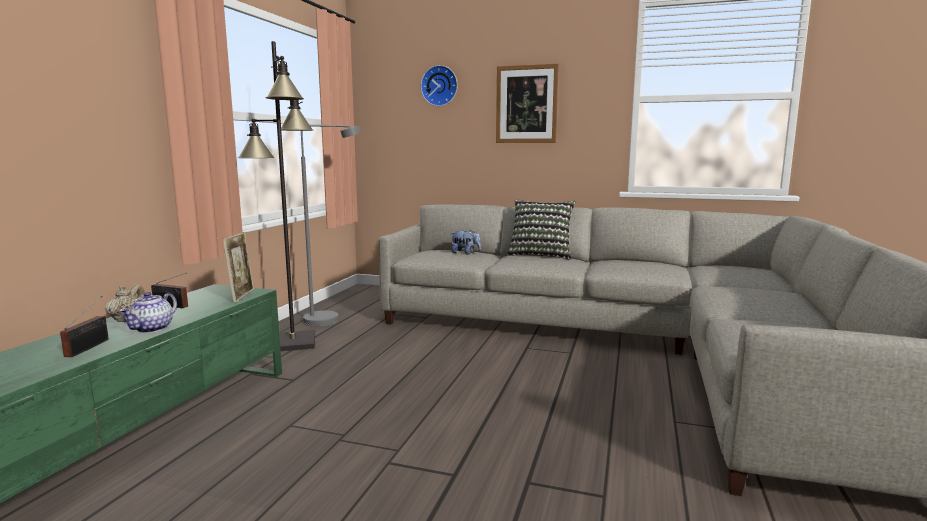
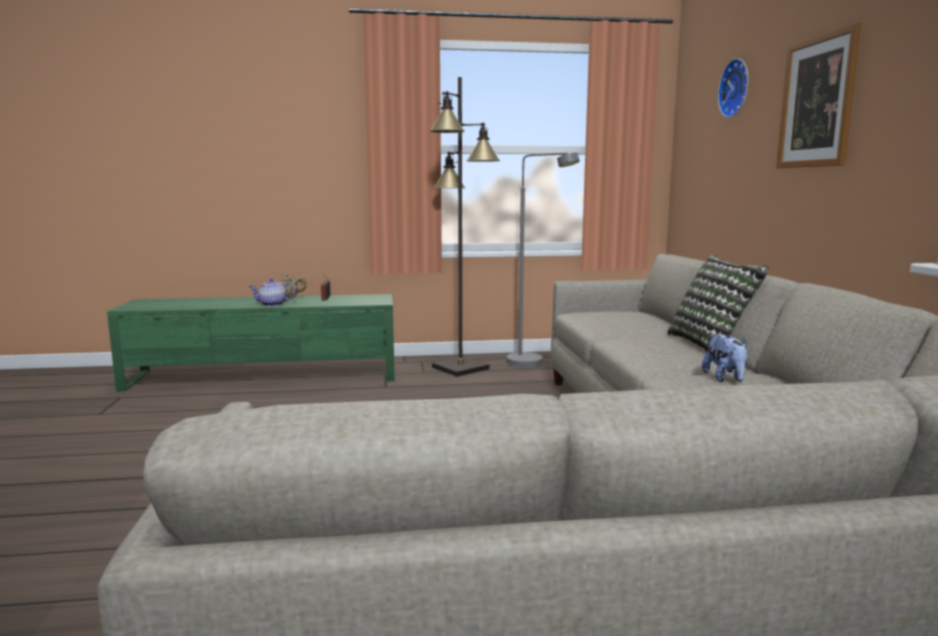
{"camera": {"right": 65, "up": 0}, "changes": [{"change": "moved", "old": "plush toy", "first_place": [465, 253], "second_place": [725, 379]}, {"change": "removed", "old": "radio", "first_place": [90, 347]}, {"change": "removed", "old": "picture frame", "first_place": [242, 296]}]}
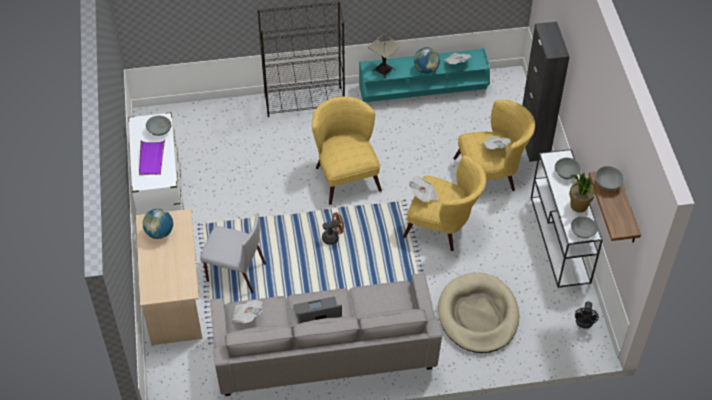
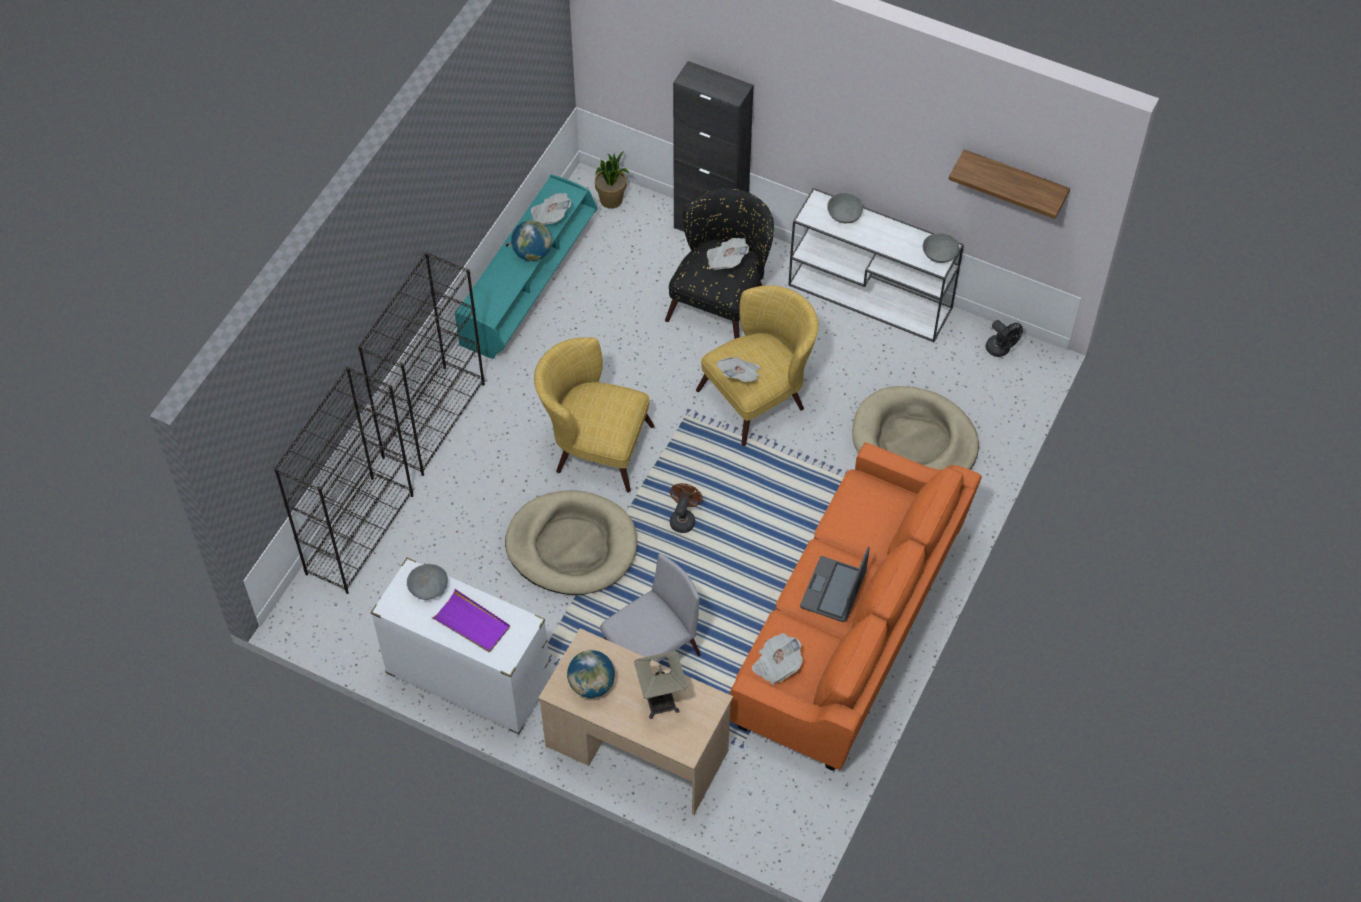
{"camera": {"right": -55, "up": 5}, "changes": [{"change": "added", "new": "bookcase in black", "second_place": [360, 533]}, {"change": "added", "new": "dog bed in beige", "second_place": [572, 546]}, {"change": "moved", "old": "potted plant", "first_place": [578, 206], "second_place": [611, 200]}, {"change": "moved", "old": "table lamp", "first_place": [383, 69], "second_place": [660, 702]}, {"change": "recoloured", "old": "armchair in yellow", "new": "armchair in black", "first_place": [491, 174], "second_place": [722, 299]}, {"change": "recoloured", "old": "sofa in grey", "new": "sofa in orange", "first_place": [324, 353], "second_place": [849, 629]}, {"change": "removed", "old": "bowl in grey", "first_place": [607, 183]}]}
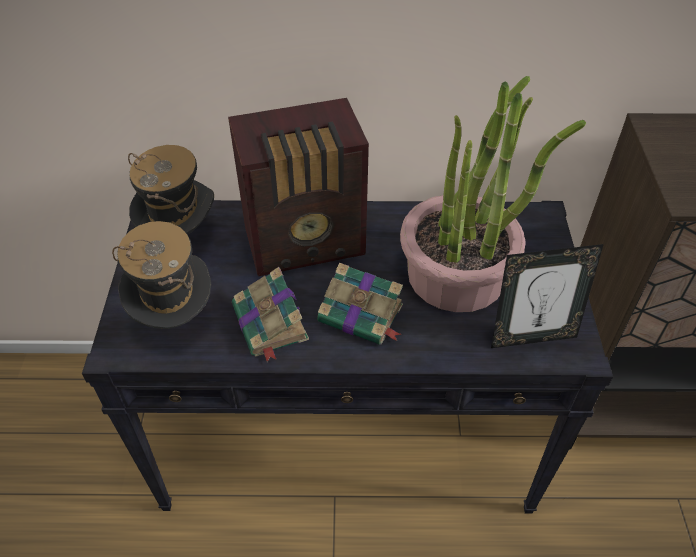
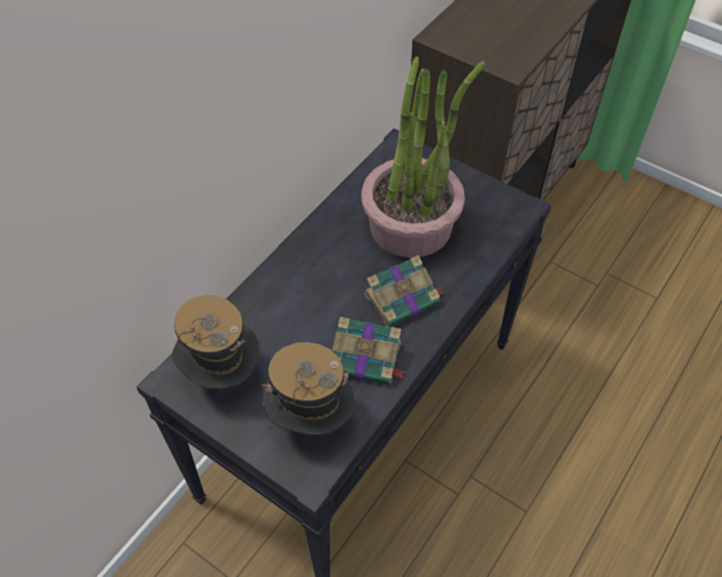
{"camera": {"right": -55, "up": 5}, "changes": [{"change": "removed", "old": "radio", "first_place": [307, 243]}, {"change": "removed", "old": "picture frame", "first_place": [531, 336]}]}
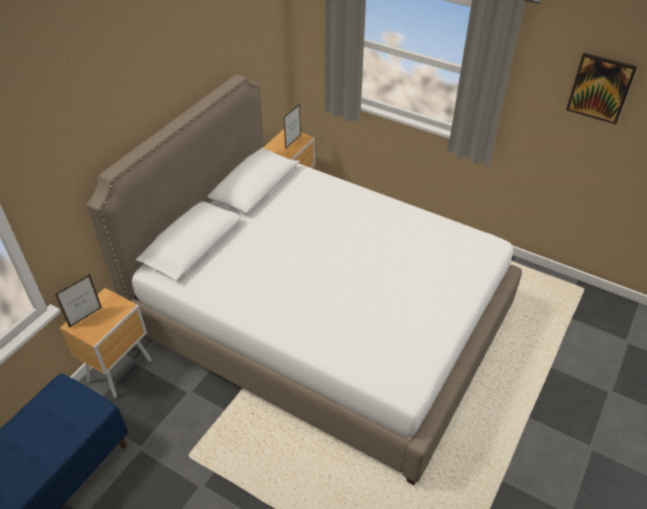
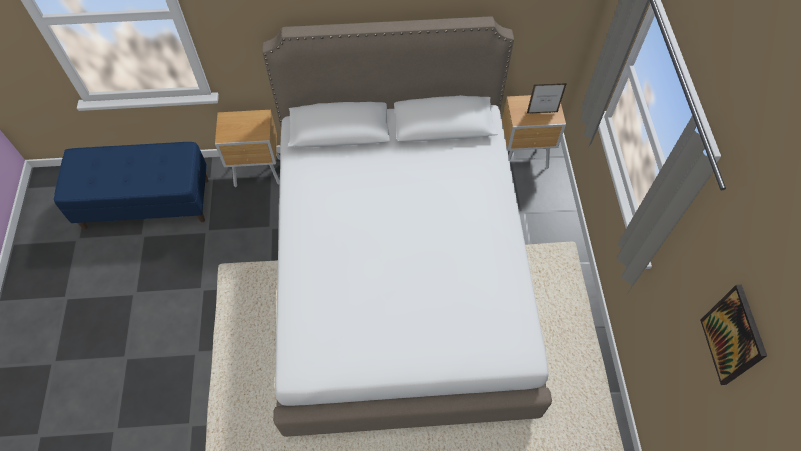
{"camera": {"right": 55, "up": 15}, "changes": [{"change": "removed", "old": "picture frame", "first_place": [85, 317]}]}
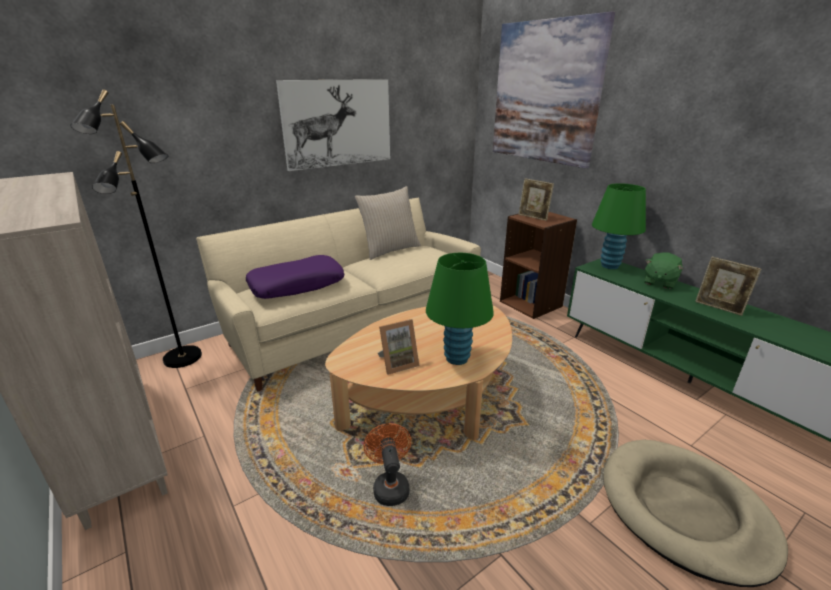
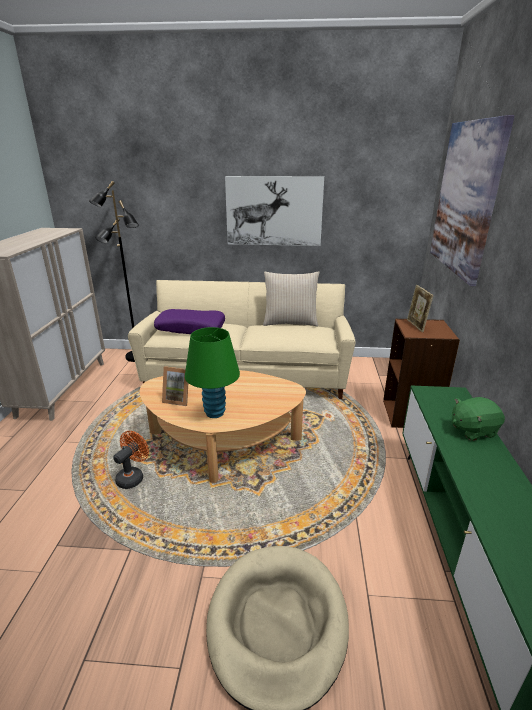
{"camera": {"right": 40, "up": 0}, "changes": [{"change": "removed", "old": "table lamp in green", "first_place": [609, 266]}, {"change": "removed", "old": "picture frame", "first_place": [719, 308]}]}
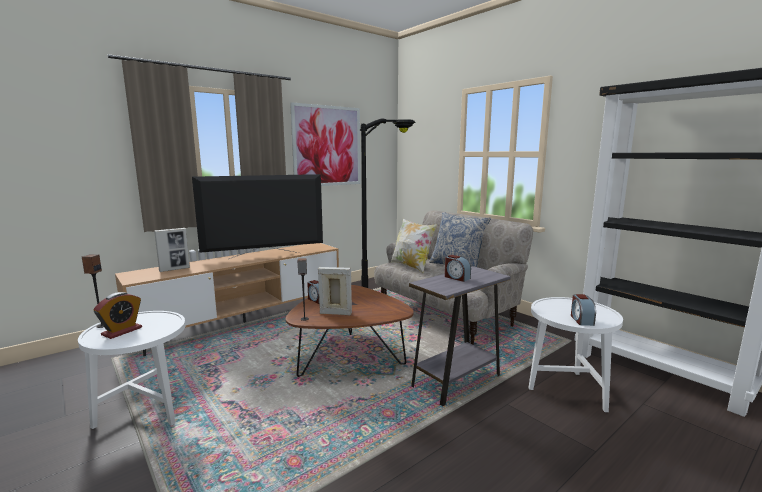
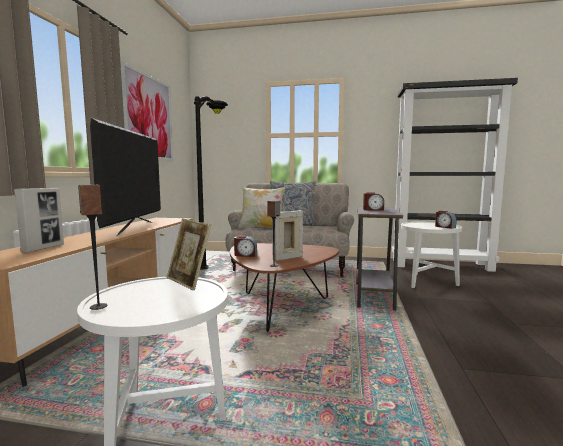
{"camera": {"right": -40, "up": -5}, "changes": [{"change": "turned", "old": "television", "first_place": [265, 256], "second_place": [135, 228], "degrees": 150}, {"change": "added", "new": "picture frame", "second_place": [189, 282]}, {"change": "removed", "old": "alarm clock", "first_place": [122, 331]}]}
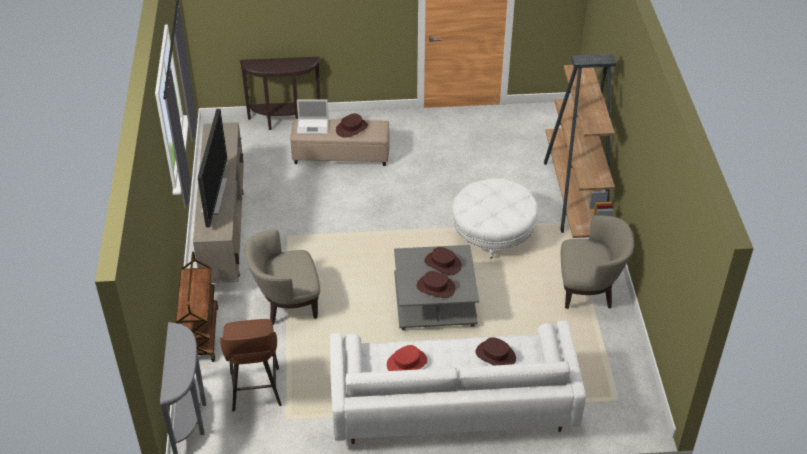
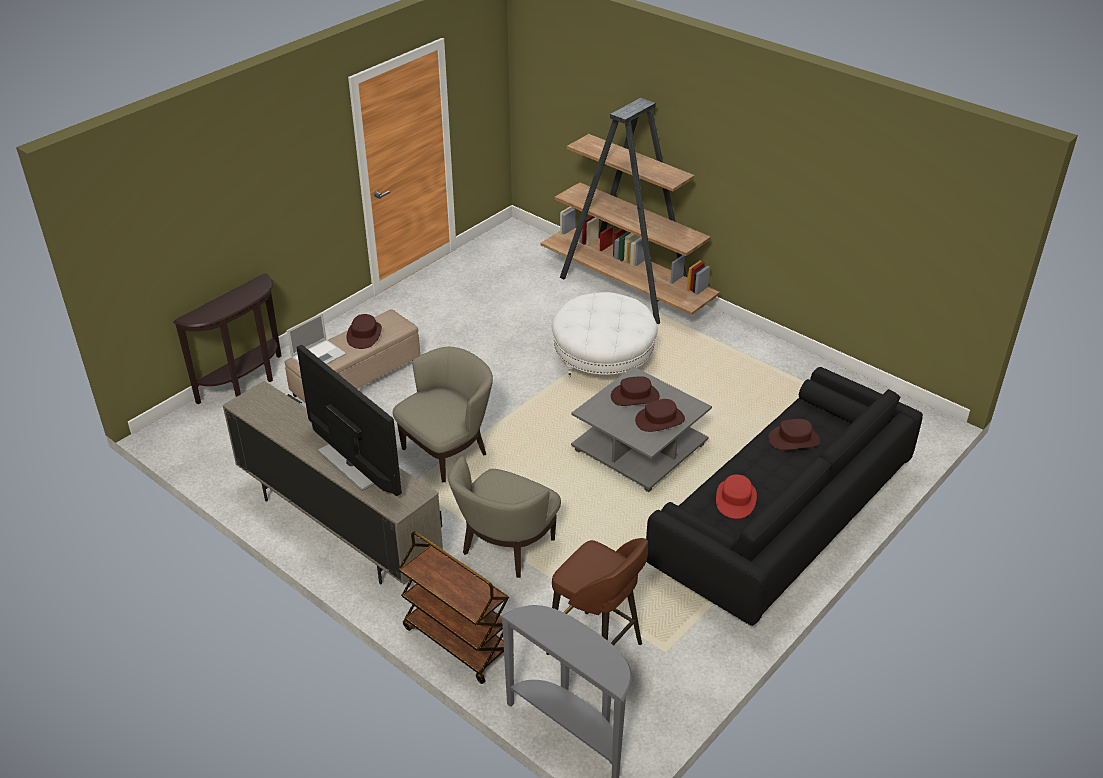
{"camera": {"right": -45, "up": -5}, "changes": [{"change": "moved", "old": "armchair in beige", "first_place": [589, 290], "second_place": [448, 451]}, {"change": "recoloured", "old": "sofa in white", "new": "sofa in black", "first_place": [452, 403], "second_place": [781, 520]}]}
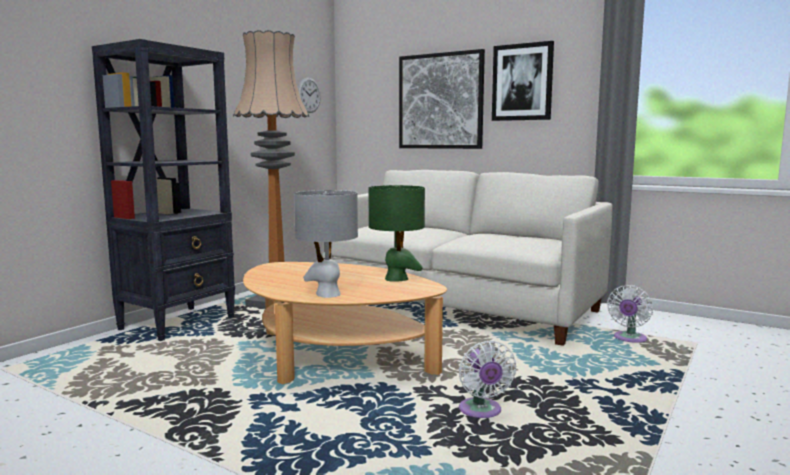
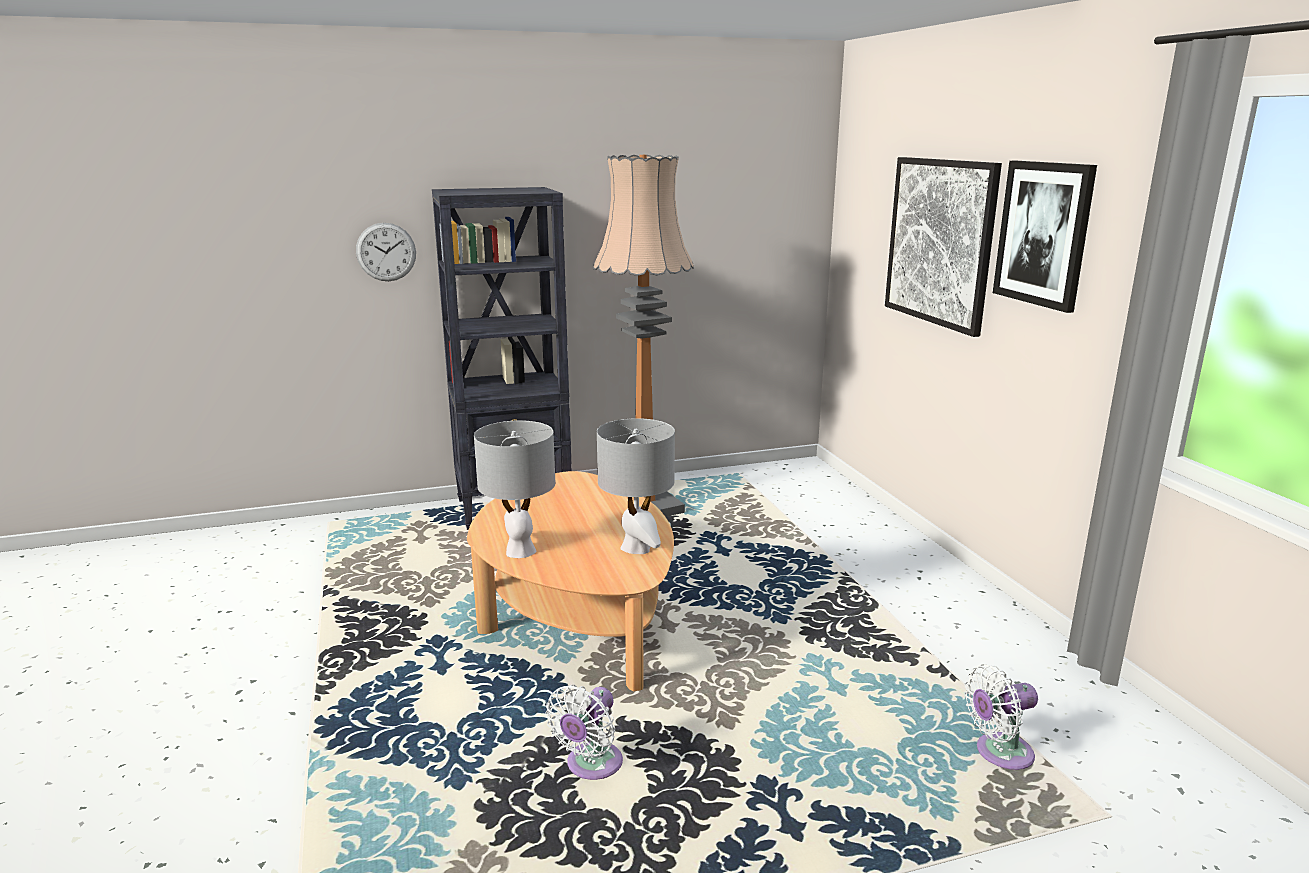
{"camera": {"right": 40, "up": 10}, "changes": [{"change": "moved", "old": "wall clock", "first_place": [309, 95], "second_place": [386, 252]}, {"change": "recoloured", "old": "table lamp in green", "new": "table lamp in grey", "first_place": [396, 279], "second_place": [636, 548]}, {"change": "removed", "old": "sofa in white", "first_place": [461, 306]}]}
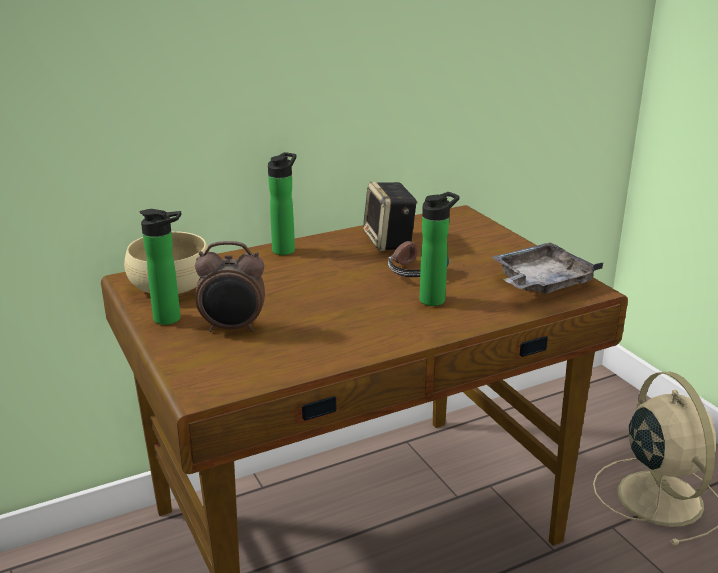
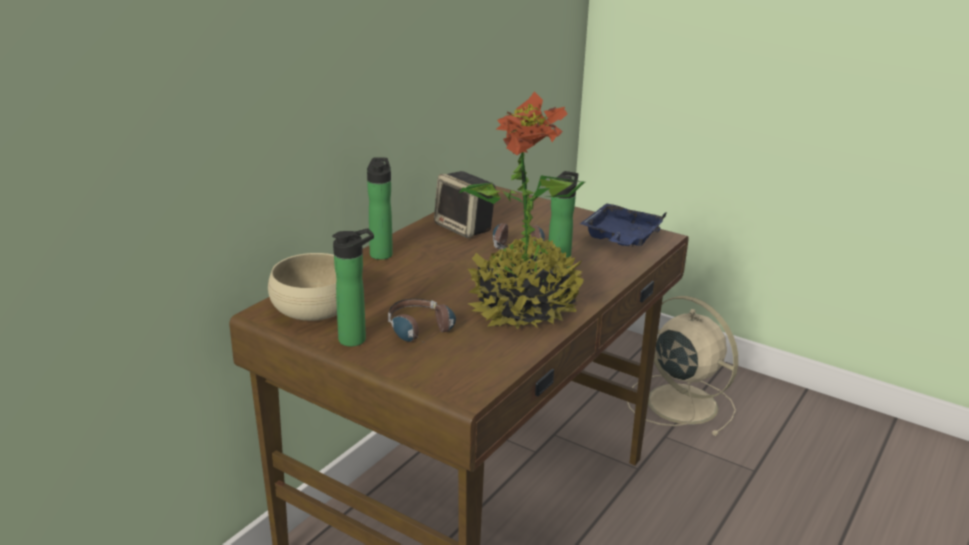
{"camera": {"right": -30, "up": 0}, "changes": [{"change": "replaced", "old": "alarm clock", "new": "headphones", "first_place": [233, 328], "second_place": [424, 333]}, {"change": "added", "new": "potted plant", "second_place": [524, 307]}, {"change": "recoloured", "old": "tray in grey", "new": "tray in blue", "first_place": [541, 282], "second_place": [621, 238]}]}
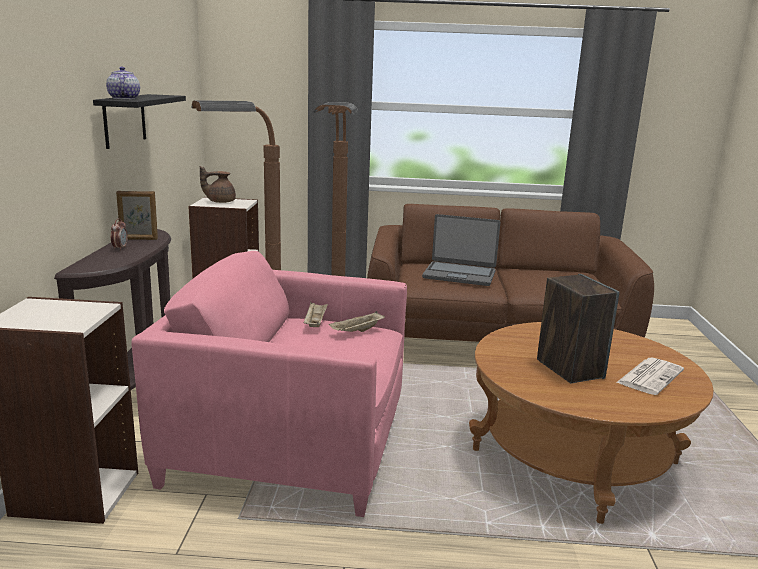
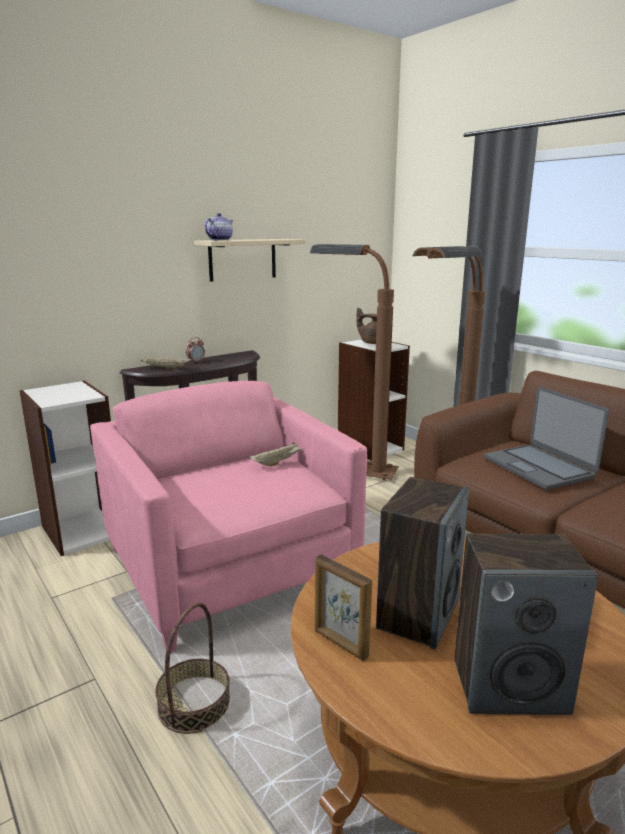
{"camera": {"right": 50, "up": 0}, "changes": [{"change": "moved", "old": "tray in beige", "first_place": [357, 331], "second_place": [165, 369]}, {"change": "added", "new": "basket", "second_place": [194, 704]}, {"change": "recoloured", "old": "shelf in black", "new": "shelf in beige", "first_place": [124, 120], "second_place": [242, 259]}, {"change": "moved", "old": "picture frame", "first_place": [139, 239], "second_place": [340, 644]}, {"change": "replaced", "old": "newspaper", "new": "speaker", "first_place": [650, 376], "second_place": [510, 686]}]}
